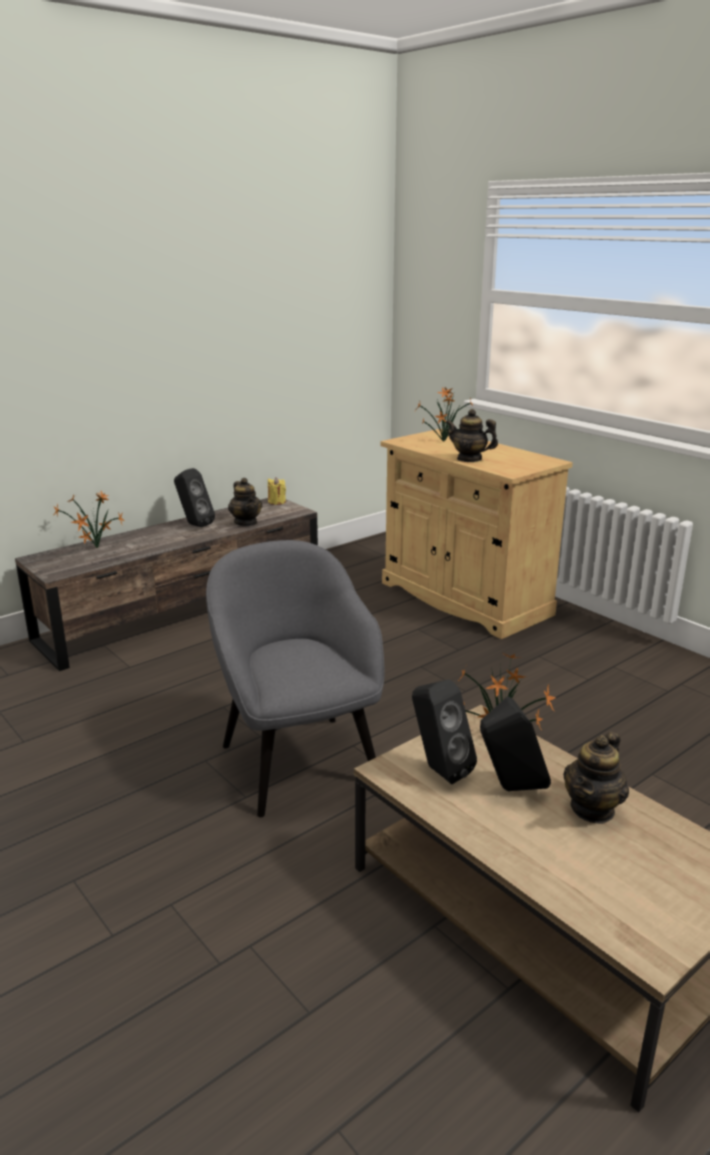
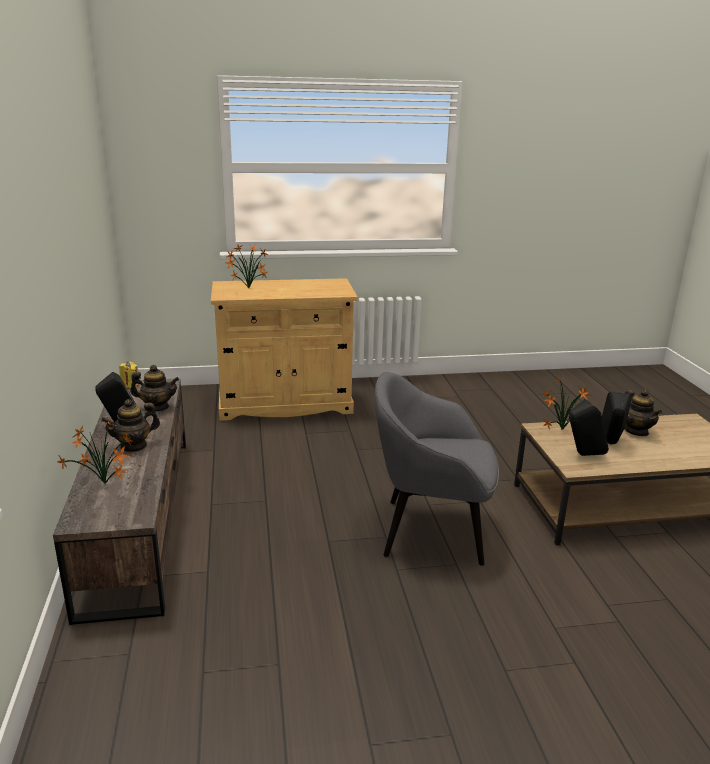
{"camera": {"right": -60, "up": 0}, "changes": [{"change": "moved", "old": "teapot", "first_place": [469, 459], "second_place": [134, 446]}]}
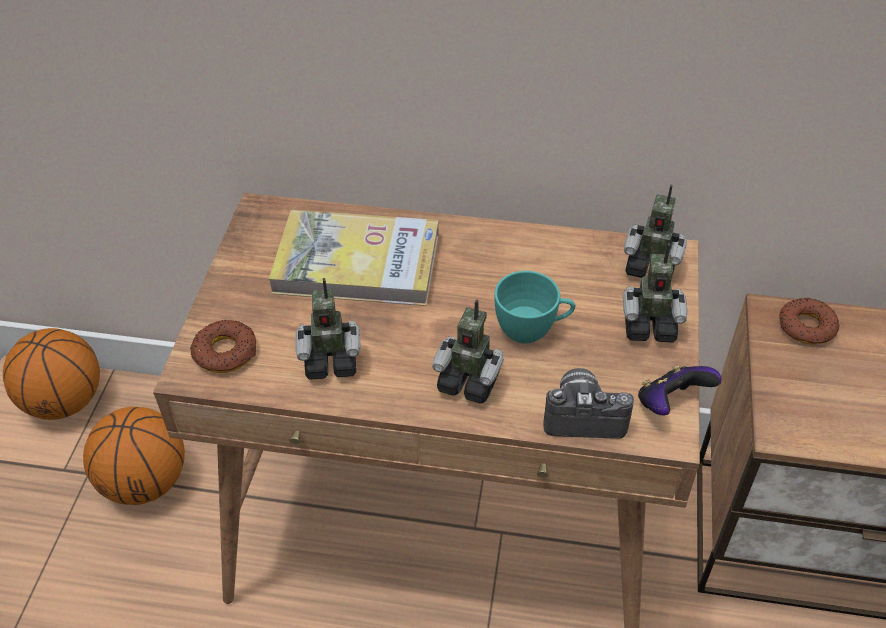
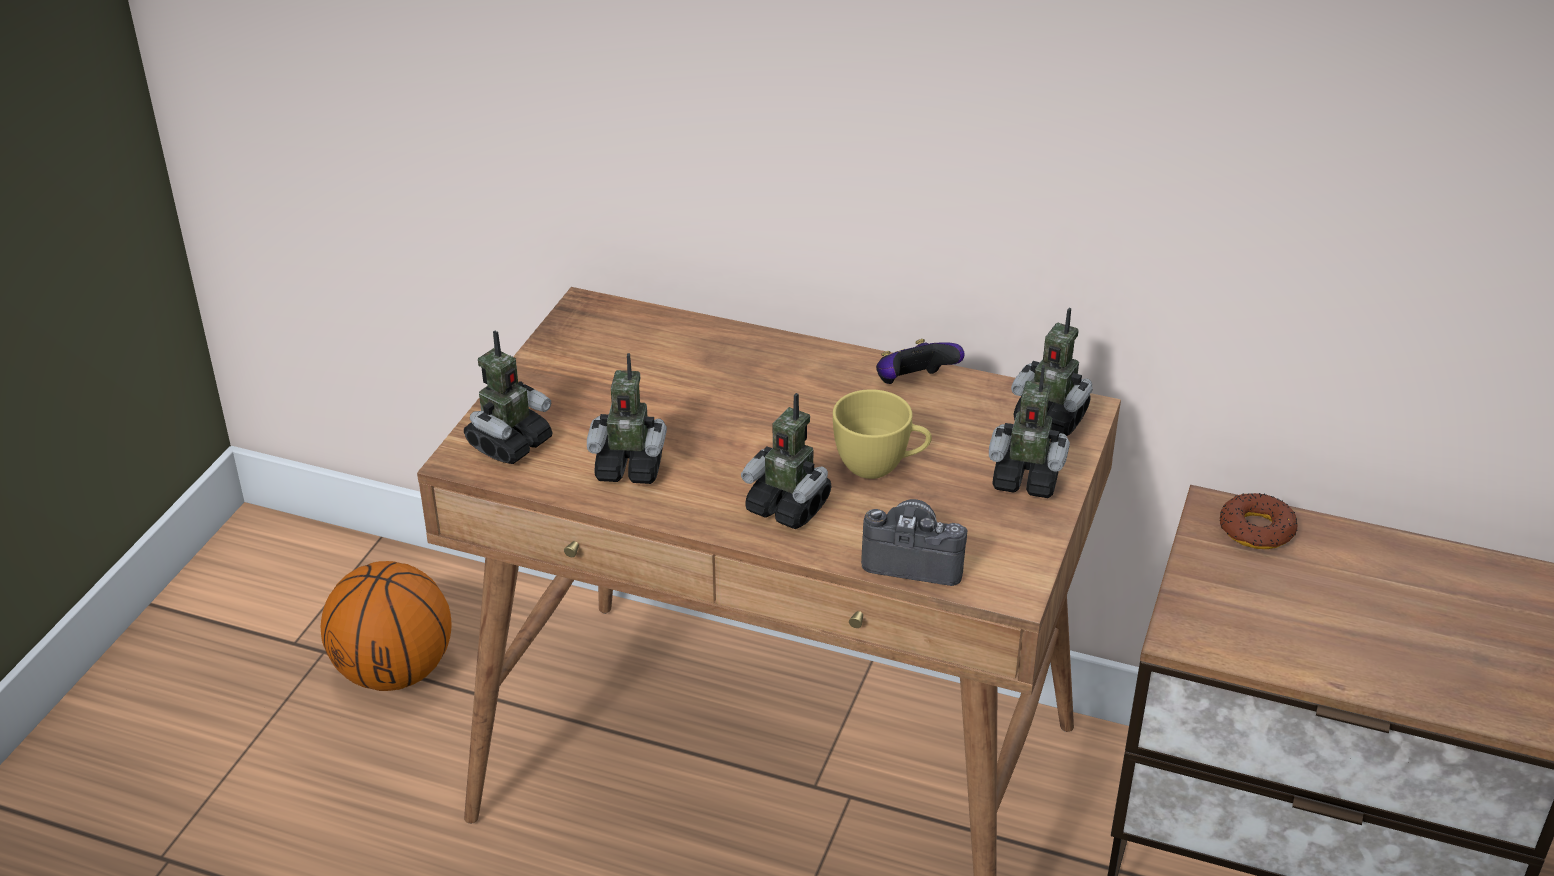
{"camera": {"right": 10, "up": -10}, "changes": [{"change": "replaced", "old": "donut", "new": "toy robot", "first_place": [225, 352], "second_place": [509, 444]}, {"change": "recoloured", "old": "cup in turquoise", "new": "cup in yellow", "first_place": [532, 330], "second_place": [880, 466]}, {"change": "moved", "old": "game controller", "first_place": [670, 404], "second_place": [913, 384]}, {"change": "removed", "old": "basketball", "first_place": [65, 401]}, {"change": "removed", "old": "book", "first_place": [357, 263]}]}
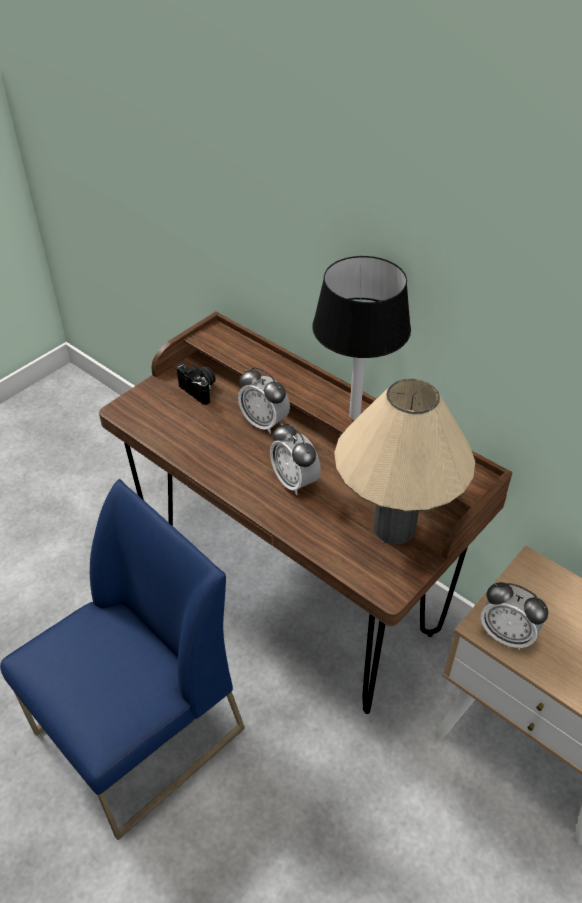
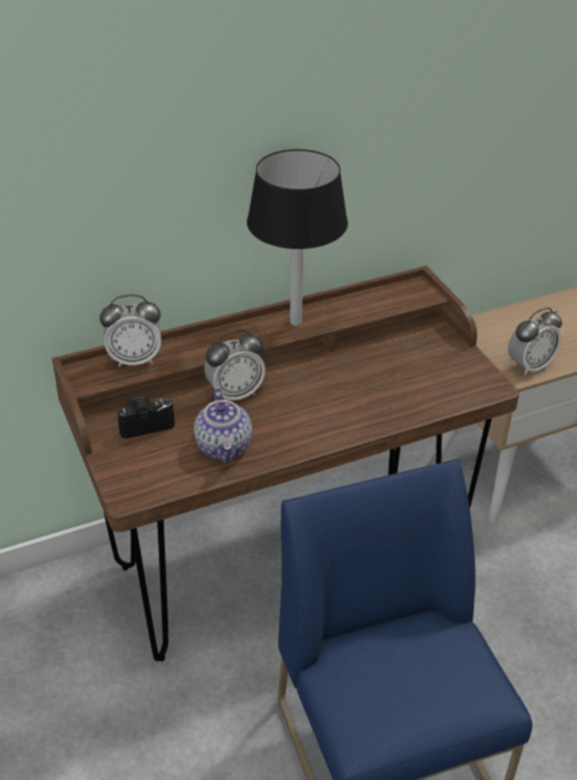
{"camera": {"right": -65, "up": -5}, "changes": [{"change": "moved", "old": "alarm clock", "first_place": [294, 482], "second_place": [135, 359]}, {"change": "added", "new": "teapot", "second_place": [225, 447]}, {"change": "removed", "old": "table lamp in beige", "first_place": [394, 527]}]}
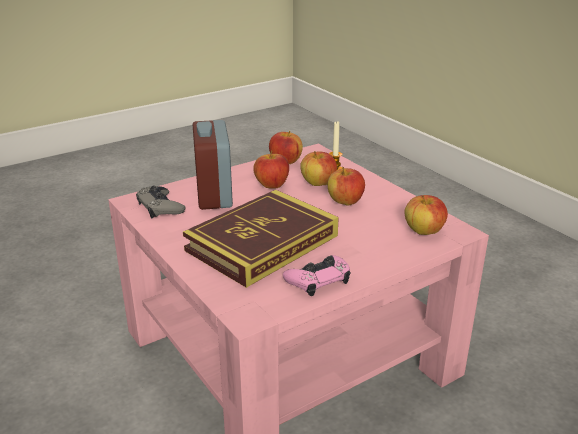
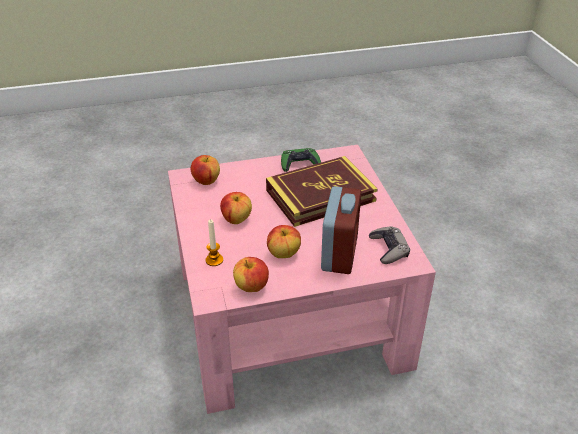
{"camera": {"right": -160, "up": 10}, "changes": [{"change": "recoloured", "old": "game controller in pink", "new": "game controller in green", "first_place": [318, 280], "second_place": [299, 164]}, {"change": "removed", "old": "apple", "first_place": [318, 183]}]}
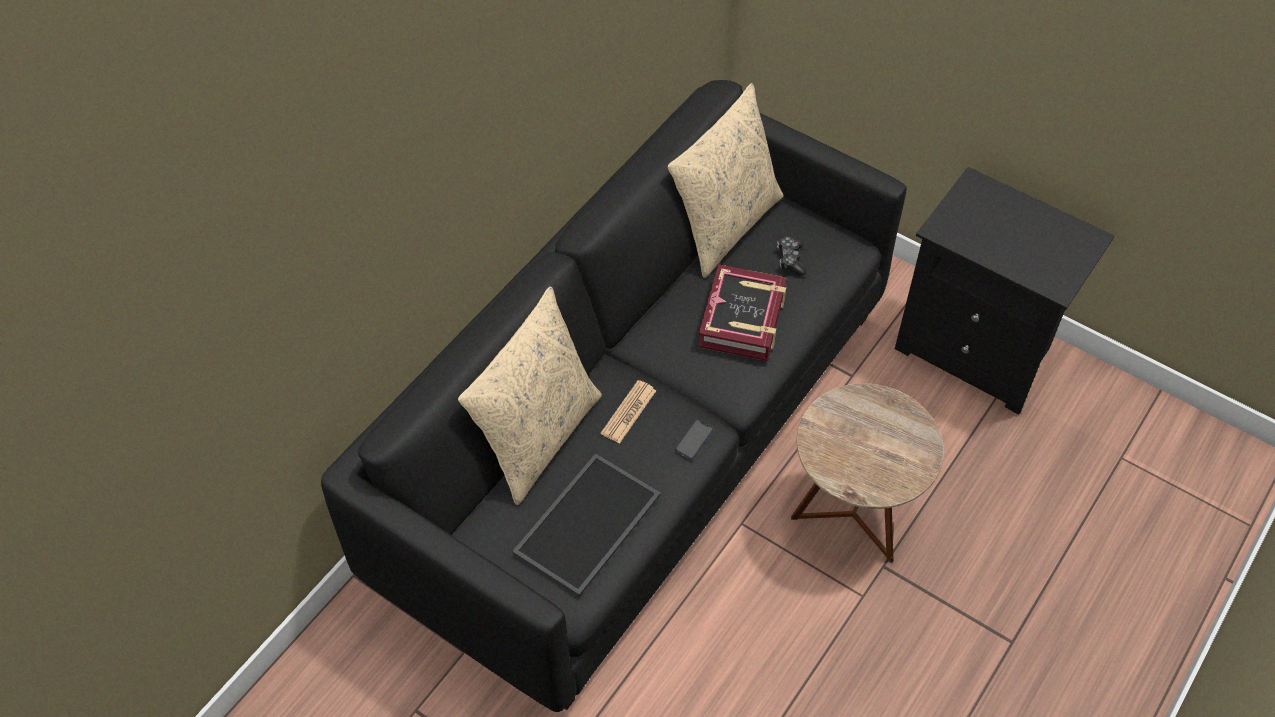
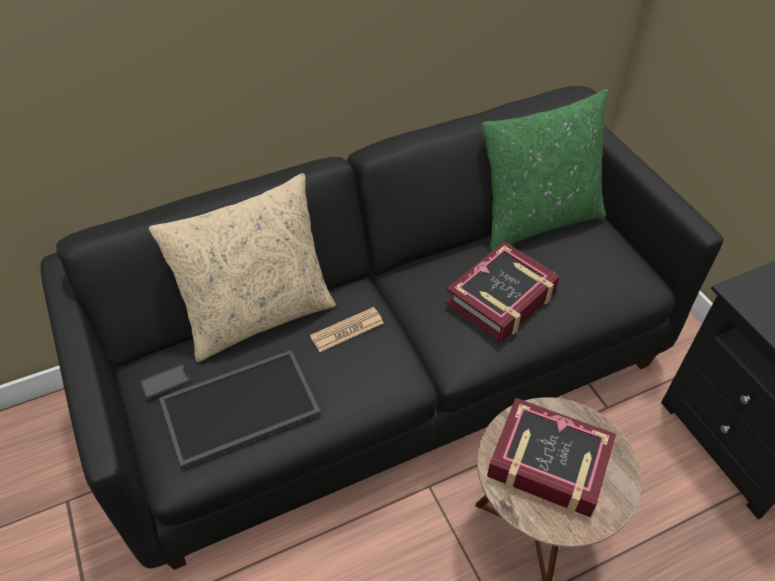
{"camera": {"right": 30, "up": -5}, "changes": [{"change": "moved", "old": "phone", "first_place": [694, 440], "second_place": [165, 382]}, {"change": "recoloured", "old": "pillow in beige", "new": "pillow in green", "first_place": [724, 225], "second_place": [537, 219]}, {"change": "added", "new": "book", "second_place": [548, 463]}, {"change": "removed", "old": "game controller", "first_place": [790, 260]}]}
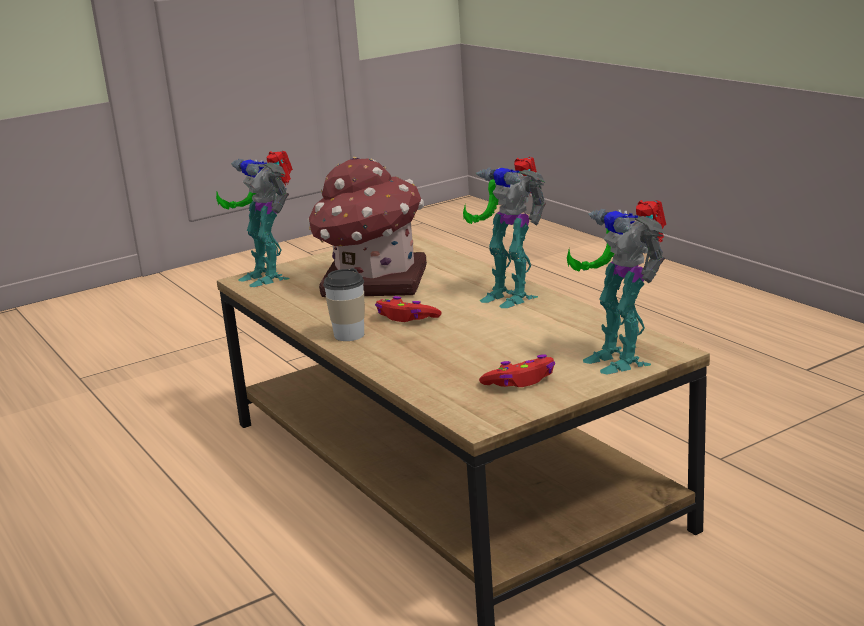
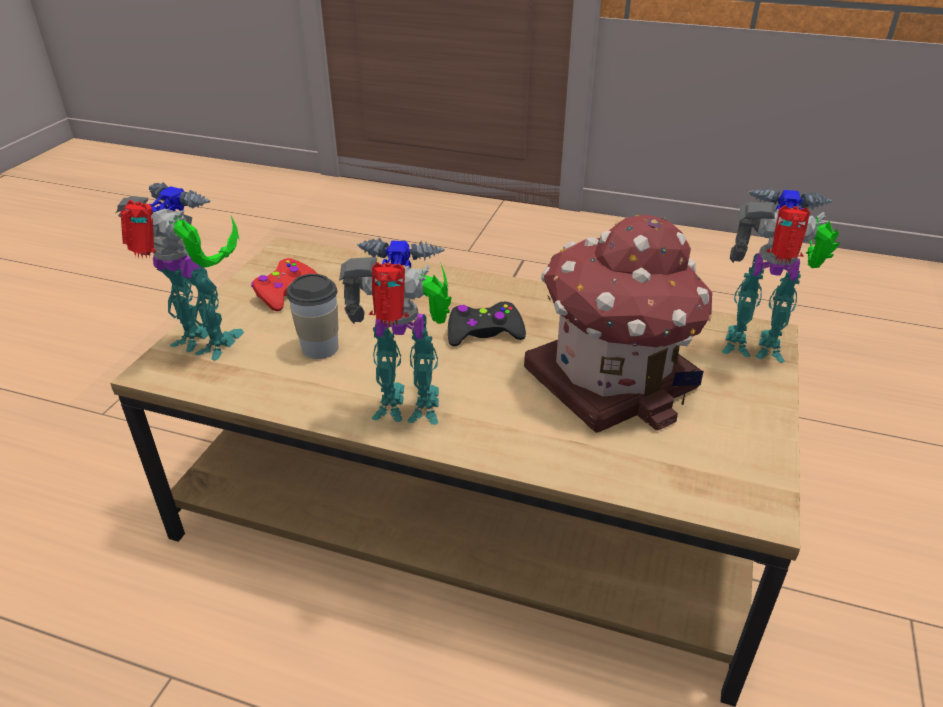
{"camera": {"right": 140, "up": 15}, "changes": [{"change": "moved", "old": "cup", "first_place": [349, 335], "second_place": [320, 348]}, {"change": "recoloured", "old": "game controller in red", "new": "game controller in black", "first_place": [406, 318], "second_place": [484, 333]}]}
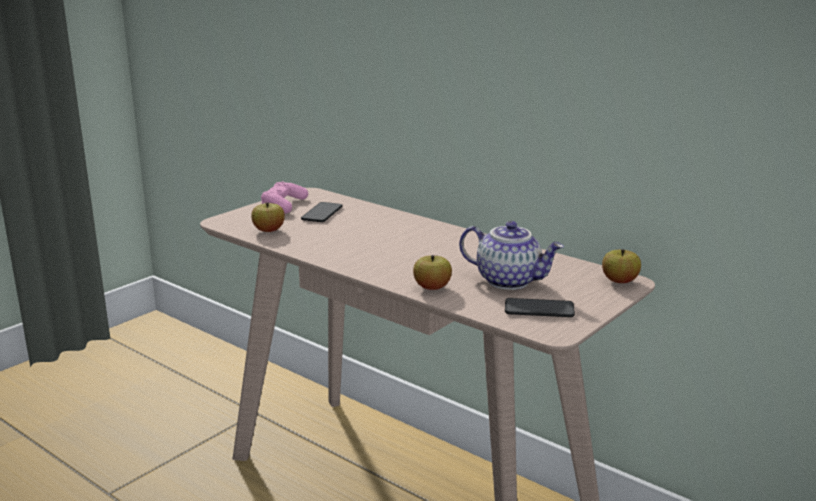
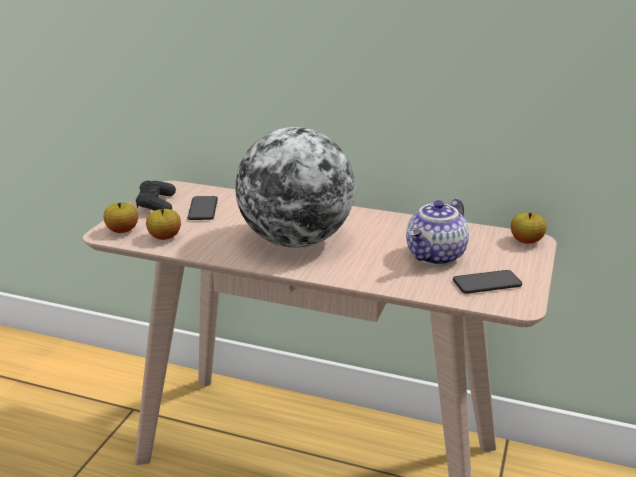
{"camera": {"right": -20, "up": 5}, "changes": [{"change": "moved", "old": "apple", "first_place": [432, 288], "second_place": [122, 231]}, {"change": "recoloured", "old": "game controller in pink", "new": "game controller in black", "first_place": [284, 205], "second_place": [156, 205]}, {"change": "added", "new": "globe", "second_place": [296, 241]}, {"change": "turned", "old": "teapot", "first_place": [509, 281], "second_place": [436, 257], "degrees": 120}]}
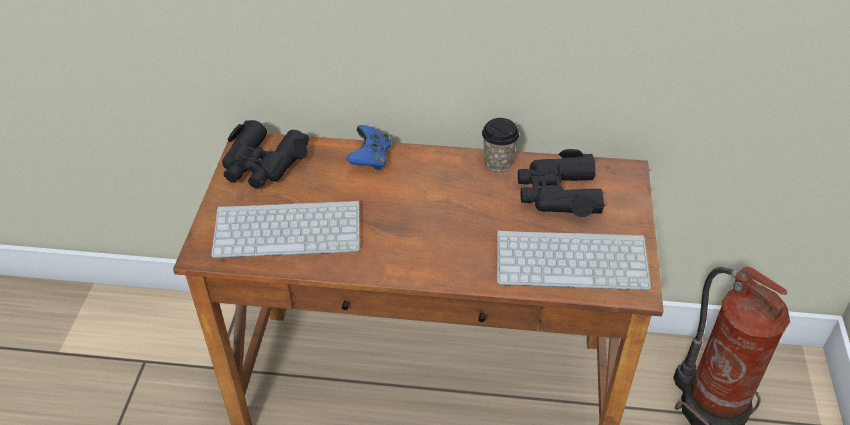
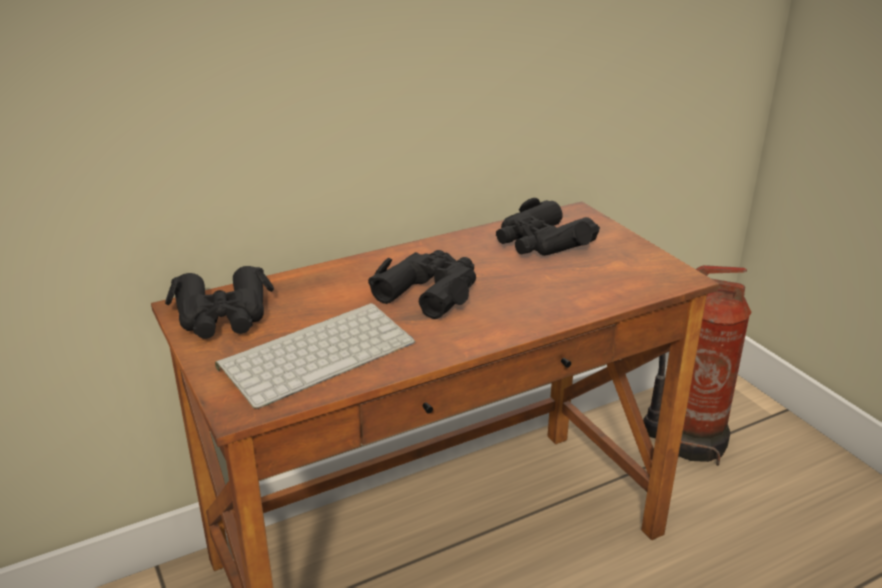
{"camera": {"right": -35, "up": -15}, "changes": [{"change": "added", "new": "binoculars in black", "second_place": [429, 291]}, {"change": "removed", "old": "game controller in blue", "first_place": [370, 159]}, {"change": "removed", "old": "cup", "first_place": [498, 162]}, {"change": "removed", "old": "keyboard", "first_place": [573, 259]}]}
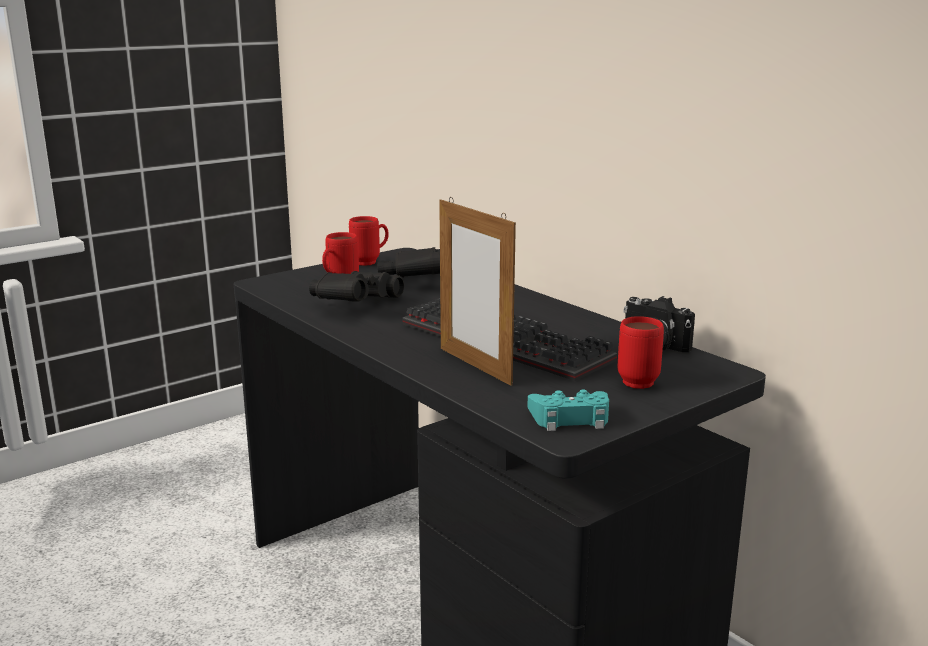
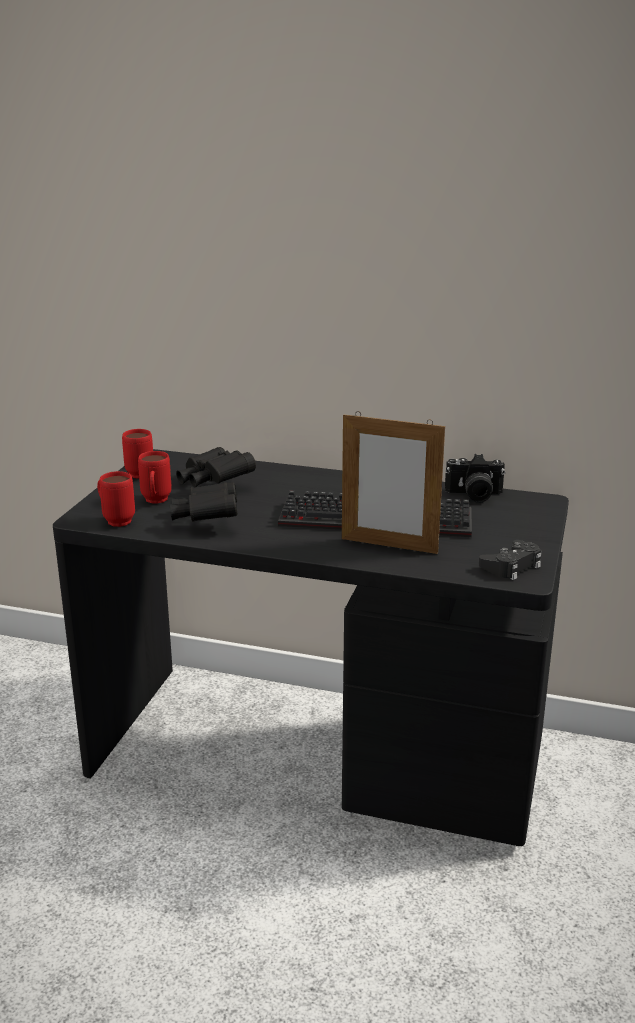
{"camera": {"right": -35, "up": 5}, "changes": [{"change": "moved", "old": "mug in red", "first_place": [634, 380], "second_place": [115, 520]}, {"change": "recoloured", "old": "game controller in turquoise", "new": "game controller in black", "first_place": [570, 418], "second_place": [511, 566]}]}
